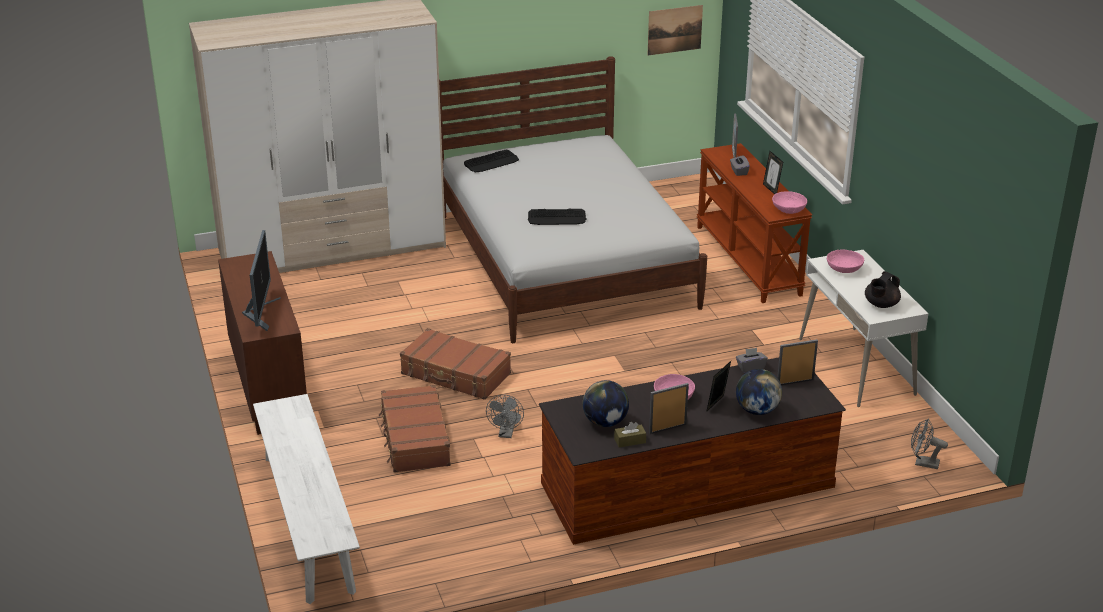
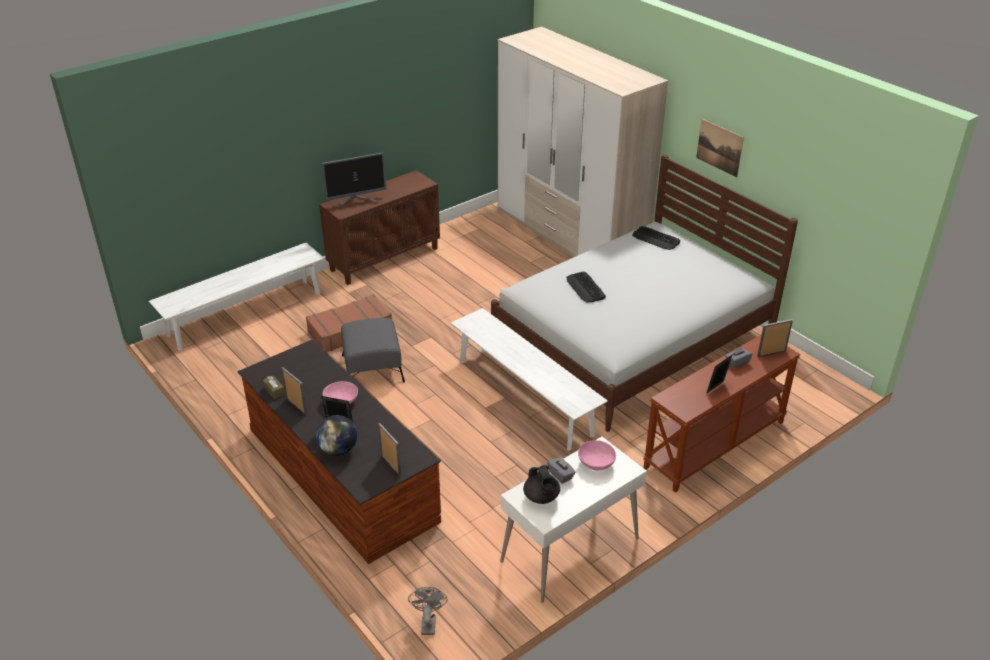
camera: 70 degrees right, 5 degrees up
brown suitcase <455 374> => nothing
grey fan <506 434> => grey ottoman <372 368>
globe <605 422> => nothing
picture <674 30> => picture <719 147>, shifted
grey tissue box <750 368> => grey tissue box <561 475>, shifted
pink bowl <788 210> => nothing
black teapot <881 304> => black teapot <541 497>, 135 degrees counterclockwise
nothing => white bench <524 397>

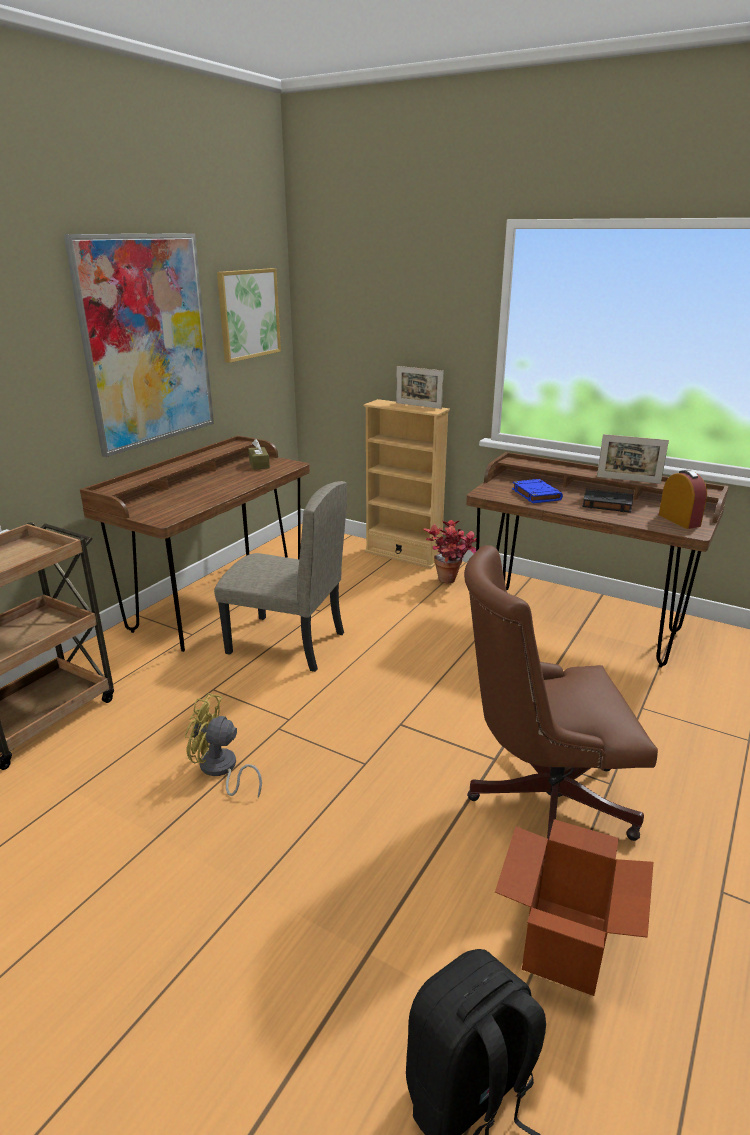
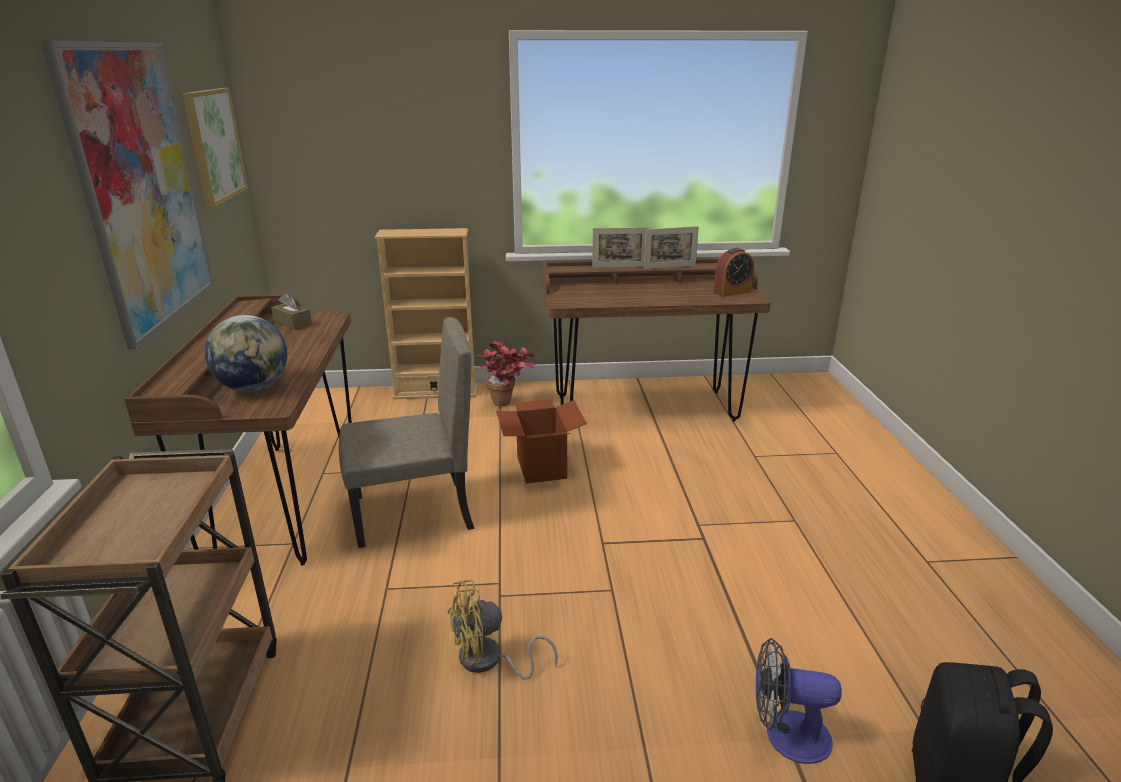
camera: 35 degrees left, 0 degrees up
picture frame <418 405> => picture frame <619 267>, shifted
brown office chair <539 799> => nothing
cardboard box <564 944> => cardboard box <541 467>, shifted
blue book <535 494> => nothing
black book <606 504> => nothing
alarm clock <679 520> => alarm clock <732 292>, 120 degrees clockwise
nothing => globe <254 387>
nothing => fan <786 735>

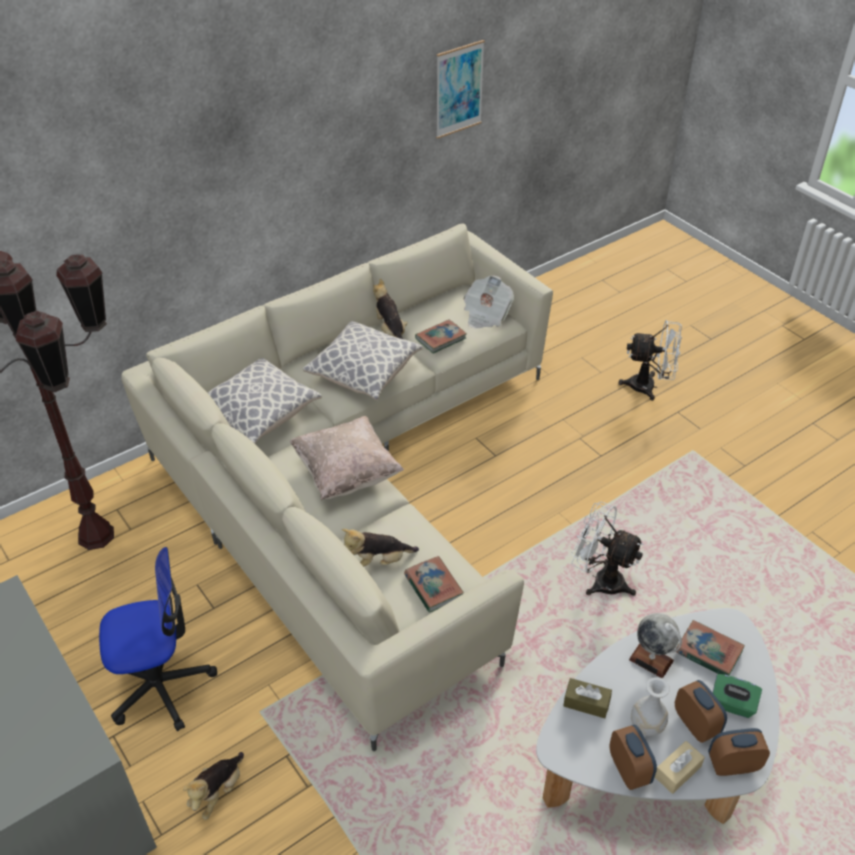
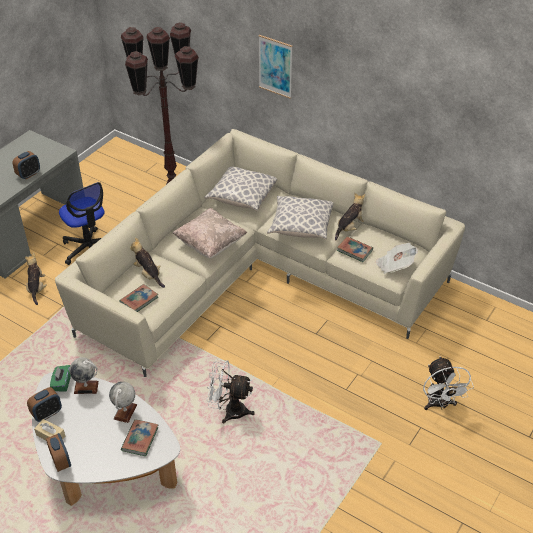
camera: 70 degrees right, 0 degrees up
plush toy <218 792> => plush toy <37 288>, 75 degrees clockwise
picture <459 89> => picture <275 66>, shifted
brown tissue box <586 703> => globe <86 387>
white fan <600 580> => white fan <229 410>, 90 degrees counterclockwise
white vase <646 726> => nothing
alarm clock <696 724> => alarm clock <28 174>, shifted
green tissue box <732 704> => green tissue box <62 383>, shifted

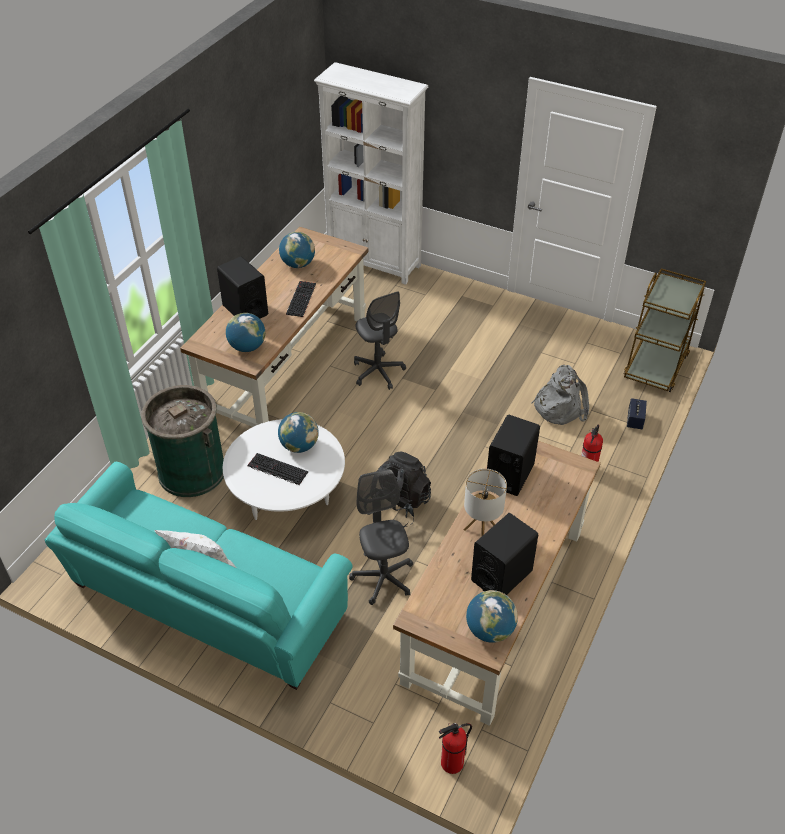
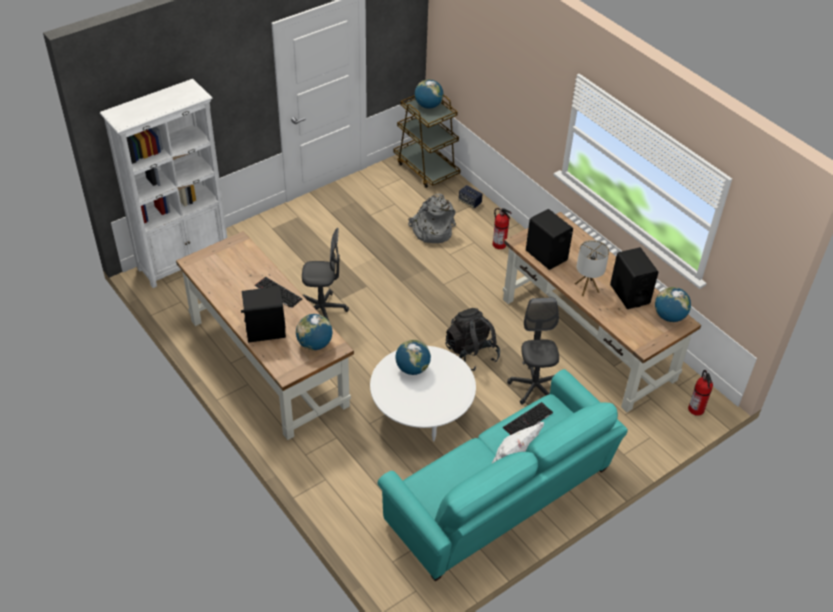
camera: 65 degrees left, 0 degrees up
green trash can <192 471> => nothing
keyboard <276 469> => keyboard <528 421>, shifted
globe <298 264> => globe <428 106>, shifted
grey office chair <383 578> => grey office chair <533 387>, 75 degrees clockwise

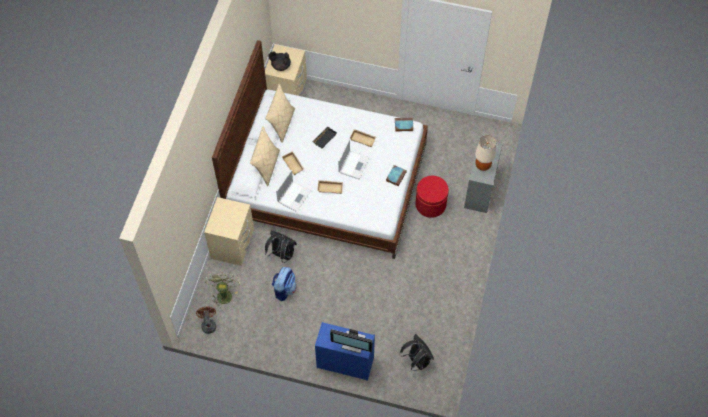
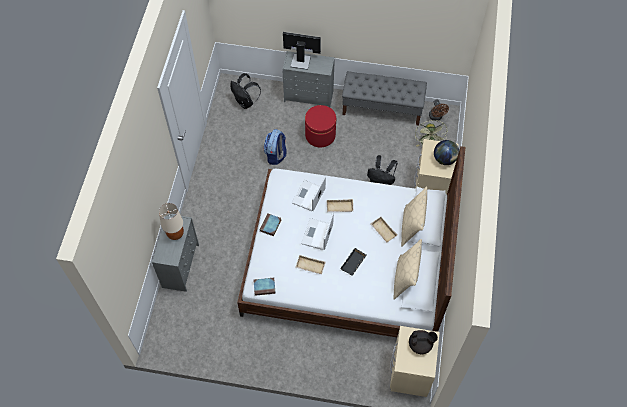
camera: 175 degrees right, 0 degrees up
backpack <284 289> => backpack <276 155>, shifted
laptop <294 195> => laptop <308 196>, shifted
blue dresser <344 362> => grey dresser <309 96>
red ottoman <430 204> => red ottoman <320 135>, shifted
nothing => grey bench <382 109>
nothing => globe <444 159>

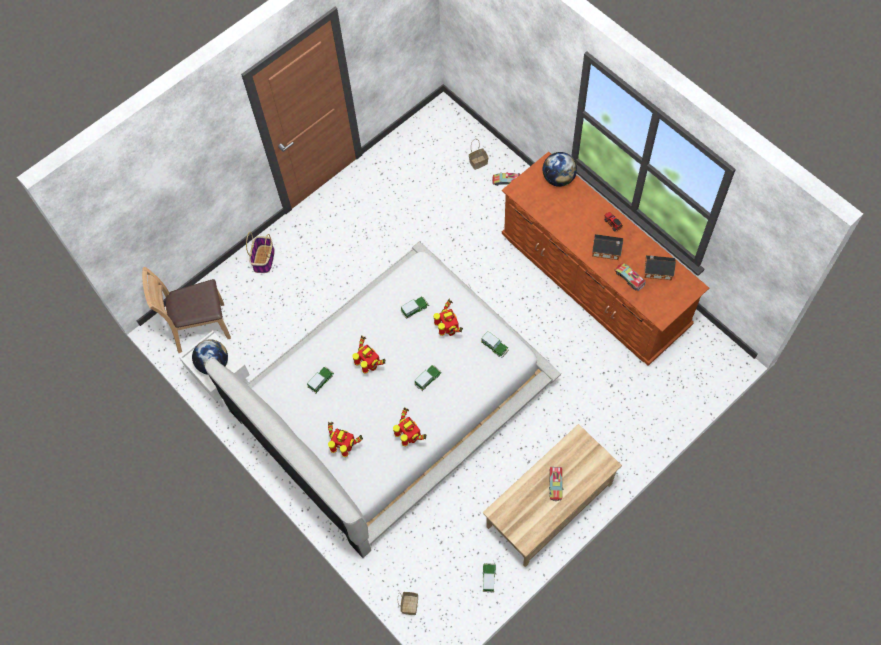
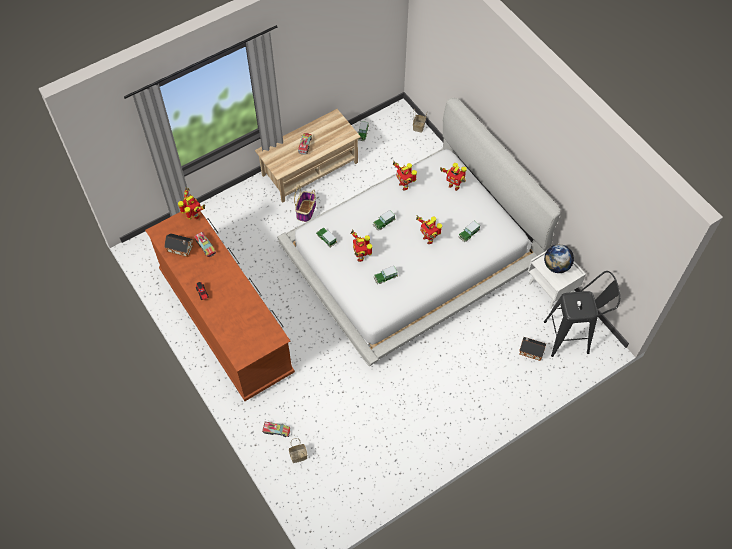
camera: 175 degrees left, 5 degrees down
brown chair <200 327> => black stool <572 337>
basket <264 260> => basket <306 210>, shifted
globe <558 178> => nothing
toy house <607 251> => toy house <530 351>, shifted
nothing => toy robot <194 216>

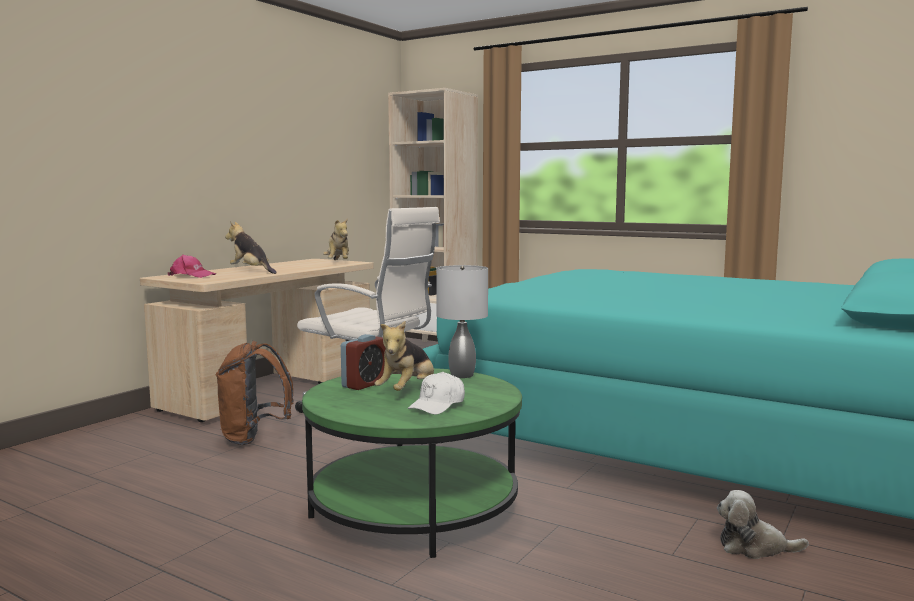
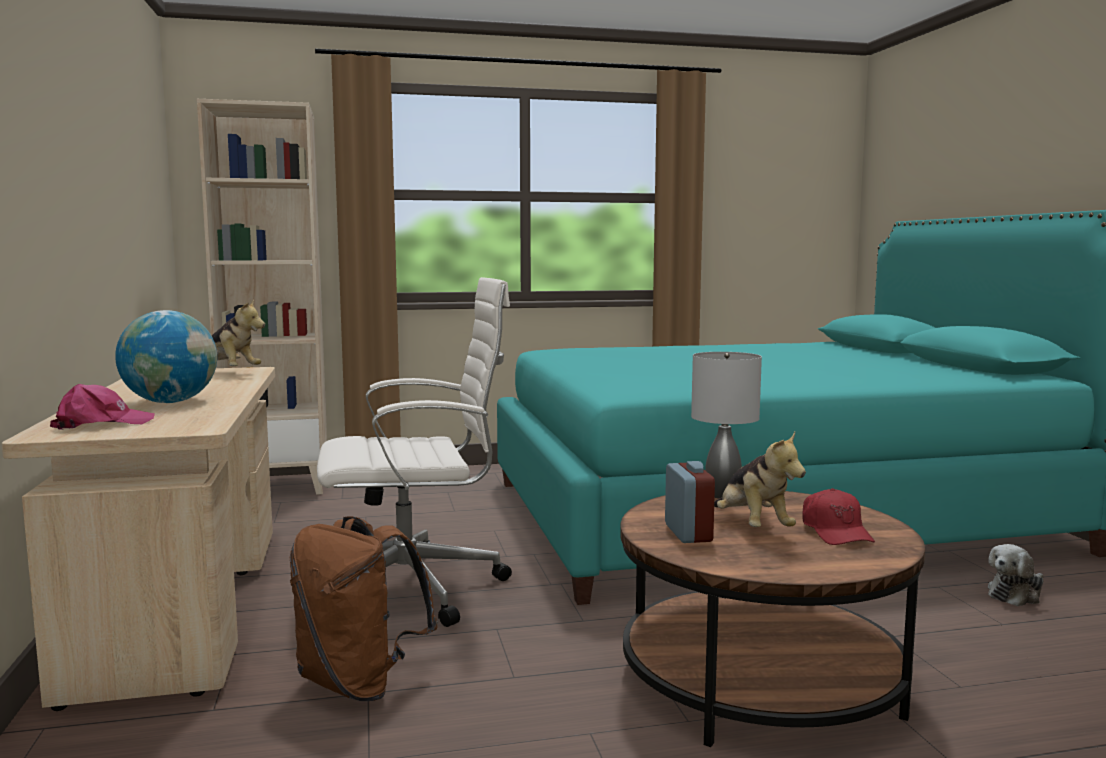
camera: 45 degrees left, 0 degrees up
plush toy <251 271> => globe <170 402>
green coffee table <414 507> => brown coffee table <760 678>
white cap <438 405> => red cap <836 532>

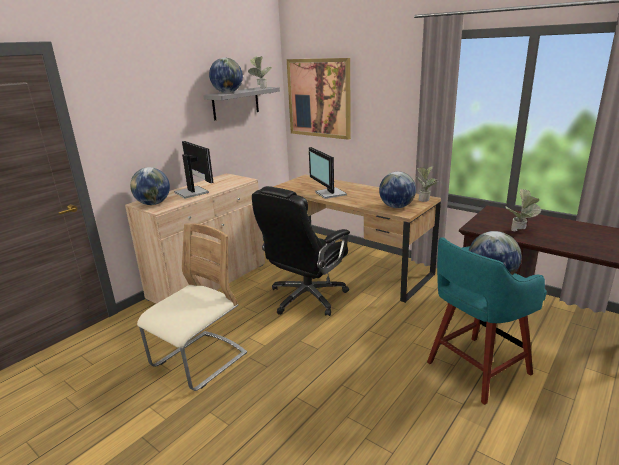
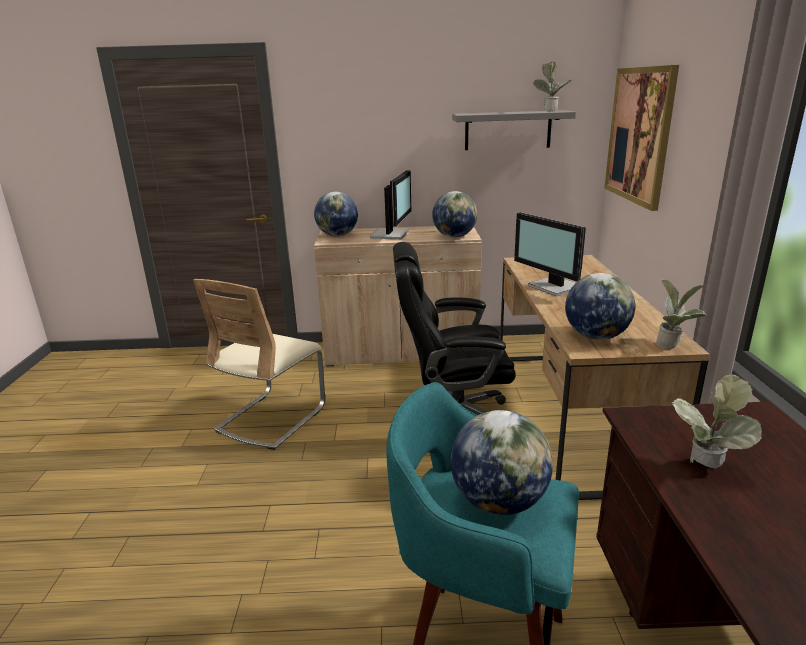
camera: 50 degrees right, 0 degrees up
beige chair <199 361> => beige chair <271 418>, 120 degrees clockwise
globe <227 92> => globe <454 236>, shifted
monitor <329 194> => monitor <554 287>, 60 degrees counterclockwise

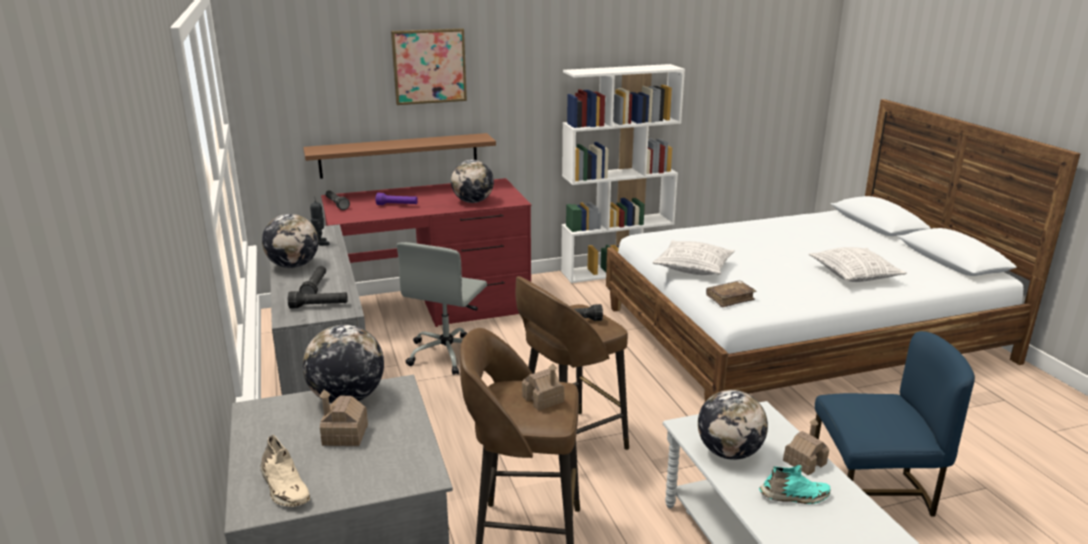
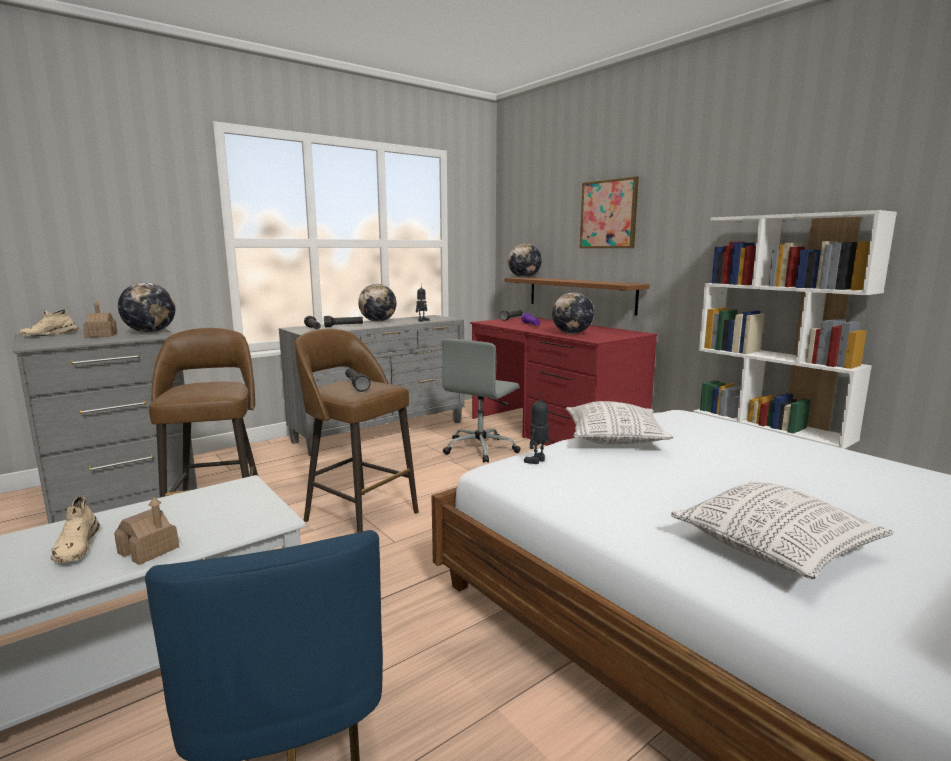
camera: 70 degrees right, 10 degrees down
grey office chair <448 354> => grey office chair <481 449>, 60 degrees counterclockwise
toy house <543 399> => nothing
globe <729 452> => globe <524 277>, shifted
brown book <730 298> => toy robot <537 461>
turquoise shoe <794 497> => beige shoe <76 547>

